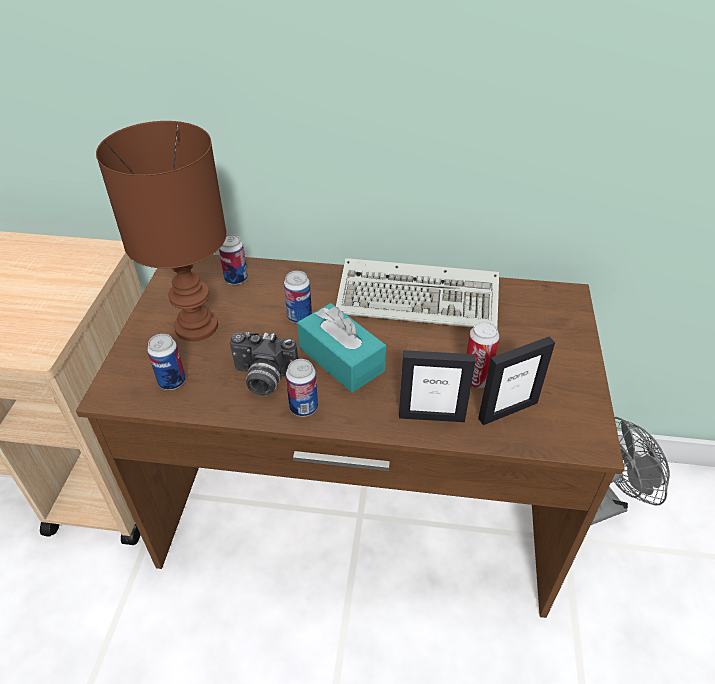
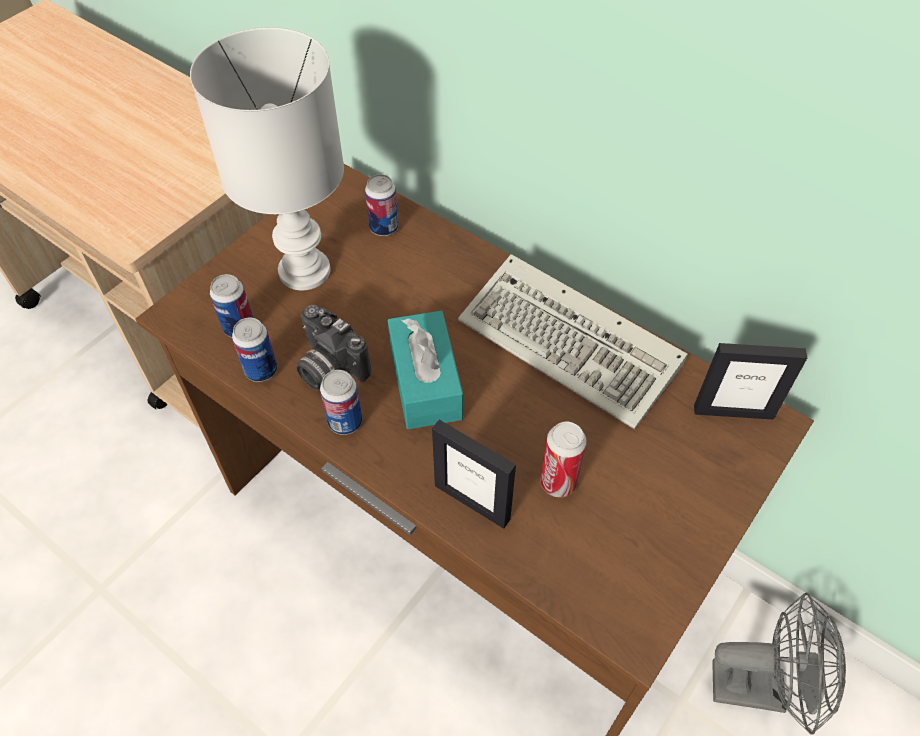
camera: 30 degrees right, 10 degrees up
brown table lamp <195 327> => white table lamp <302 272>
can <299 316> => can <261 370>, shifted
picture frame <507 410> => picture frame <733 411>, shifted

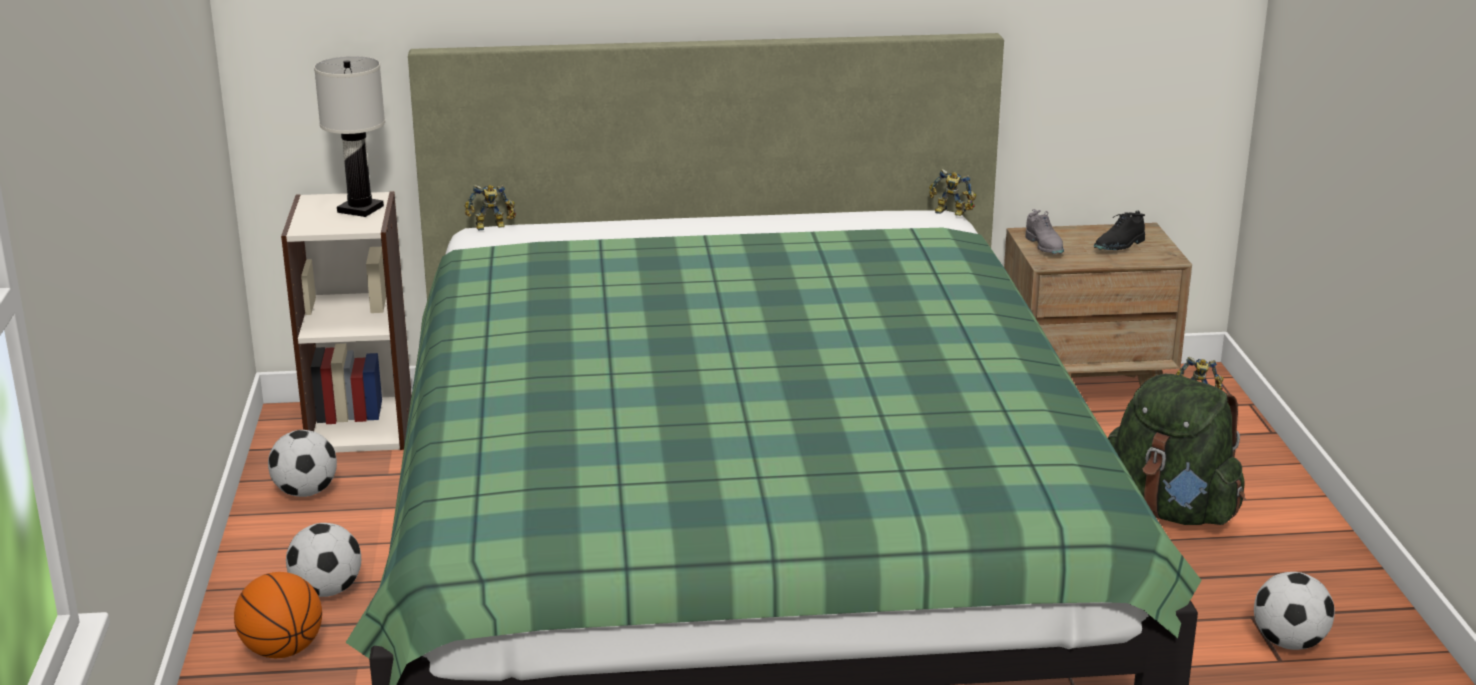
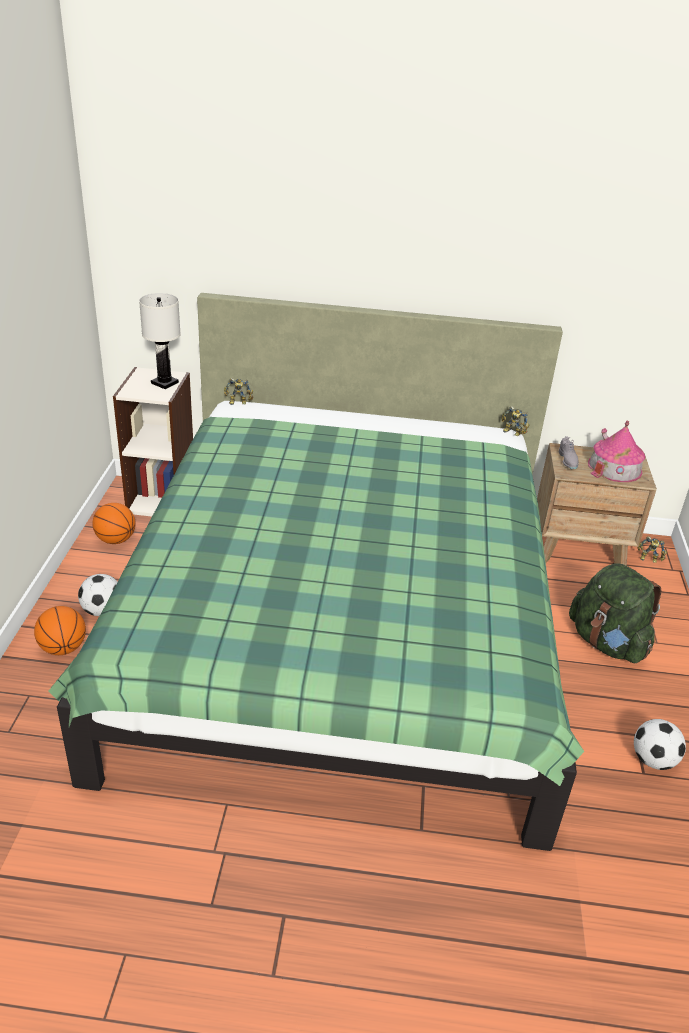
camera: 10 degrees right, 10 degrees up
football <305 492> => basketball <116 540>
black shoe <1119 246> => toy house <614 467>

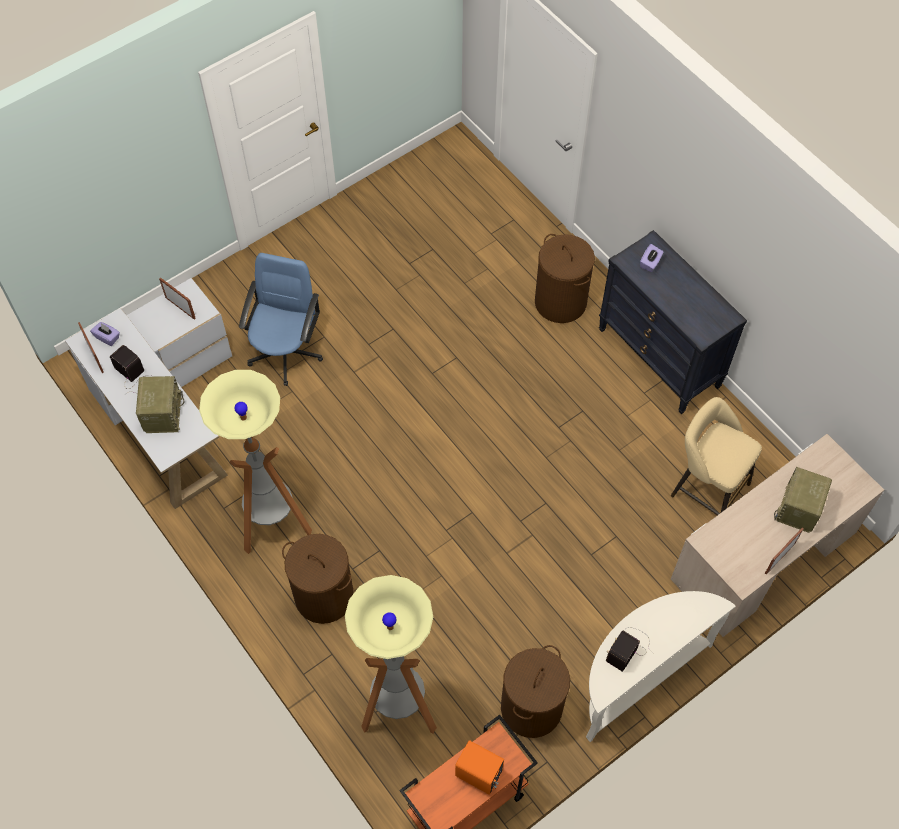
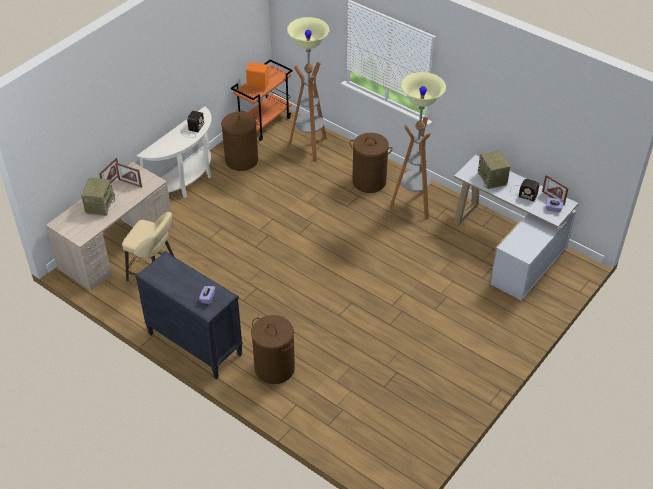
camera: 165 degrees right, 15 degrees down
picture frame <180 308> => picture frame <130 183>, shifted
blue office chair <286 352> => nothing

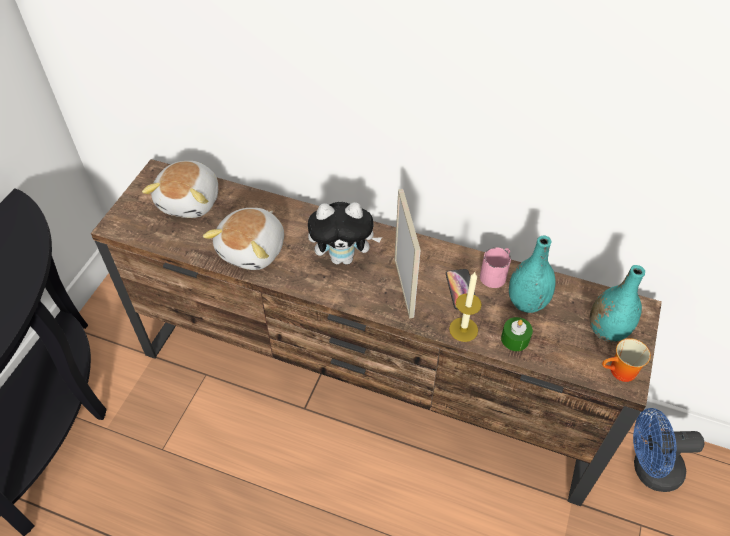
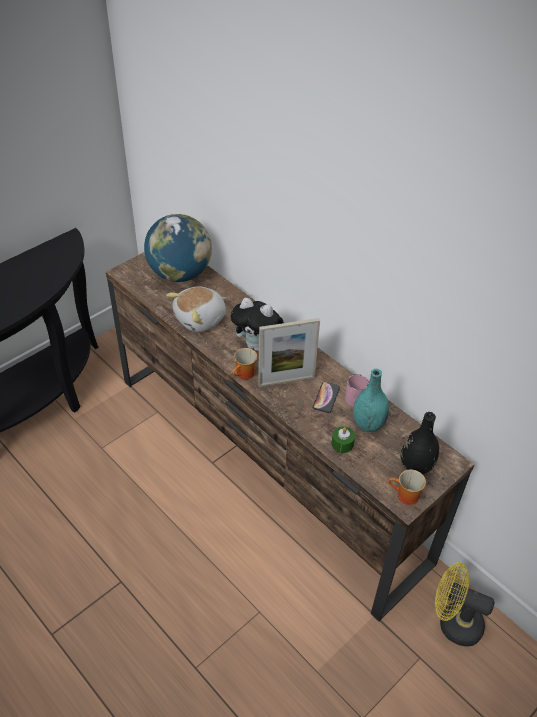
camera: 25 degrees right, 5 degrees down
plush toy <191 201> => globe <180 274>
picture frame <404 287> => picture frame <286 381>, 60 degrees clockwise
candle <463 329> => nothing
turquoise vase <607 330> => black vase <415 466>
blue fan <649 469> => yellow fan <453 622>
nothing => mug <245 375>

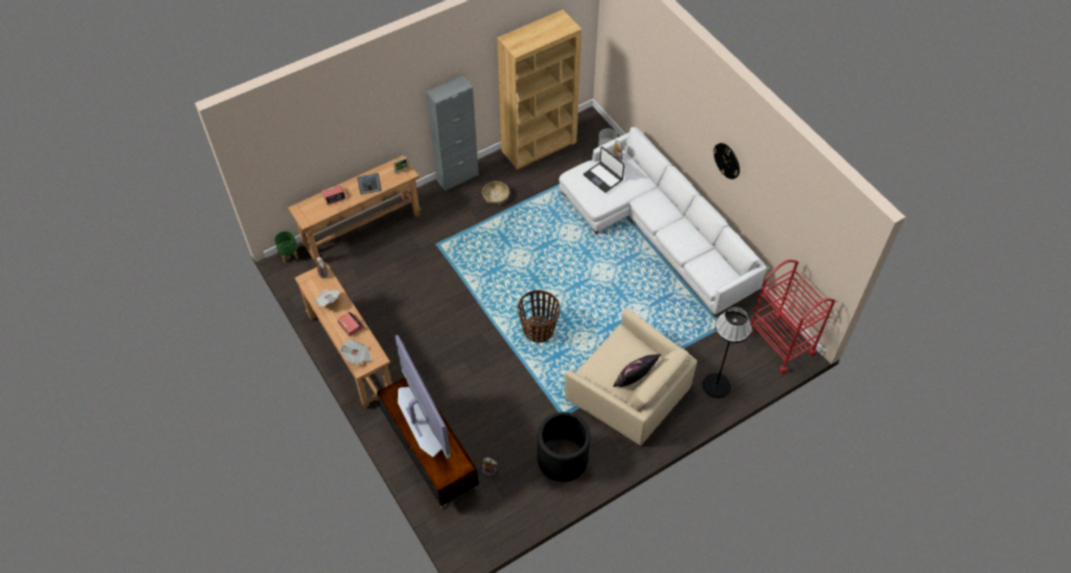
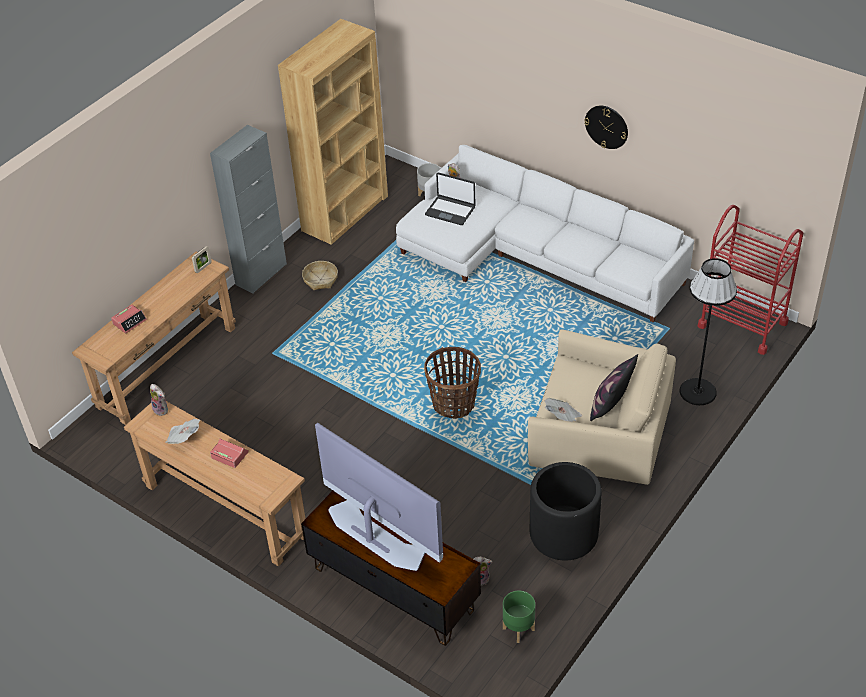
camera: 20 degrees left, 10 degrees down
green planter <289 255> => green planter <519 629>, shifted
newspaper <357 356> => newspaper <562 417>, shifted
picture frame <371 192> => nothing

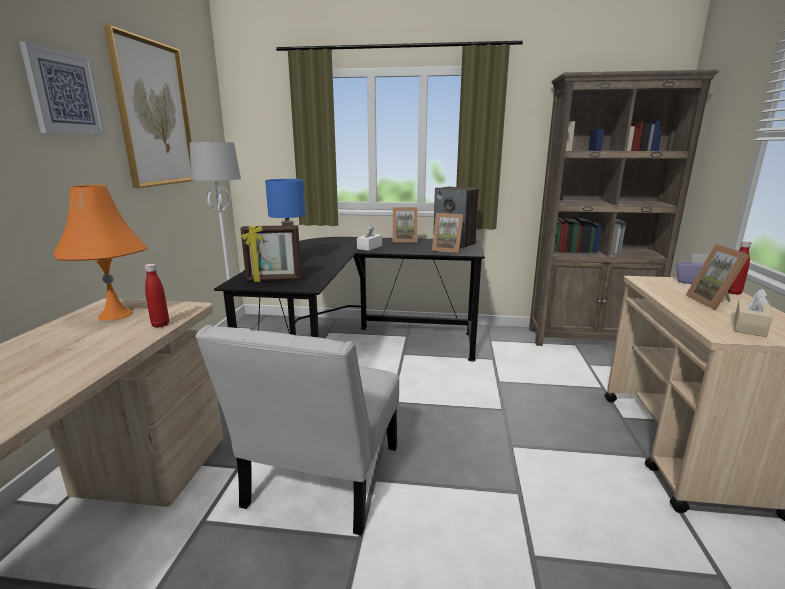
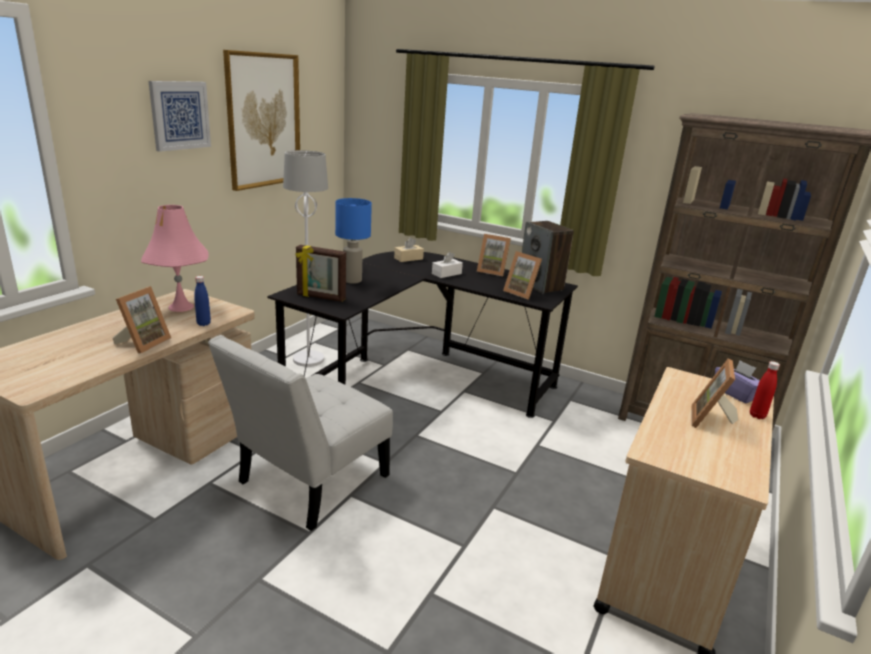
camera: 20 degrees right, 5 degrees up
orange table lamp <115 314> => pink table lamp <181 307>
red bottle <160 325> => blue bottle <203 324>
beige tissue box <749 326> => beige tissue box <408 258>, shifted
nothing => picture frame <143 343>

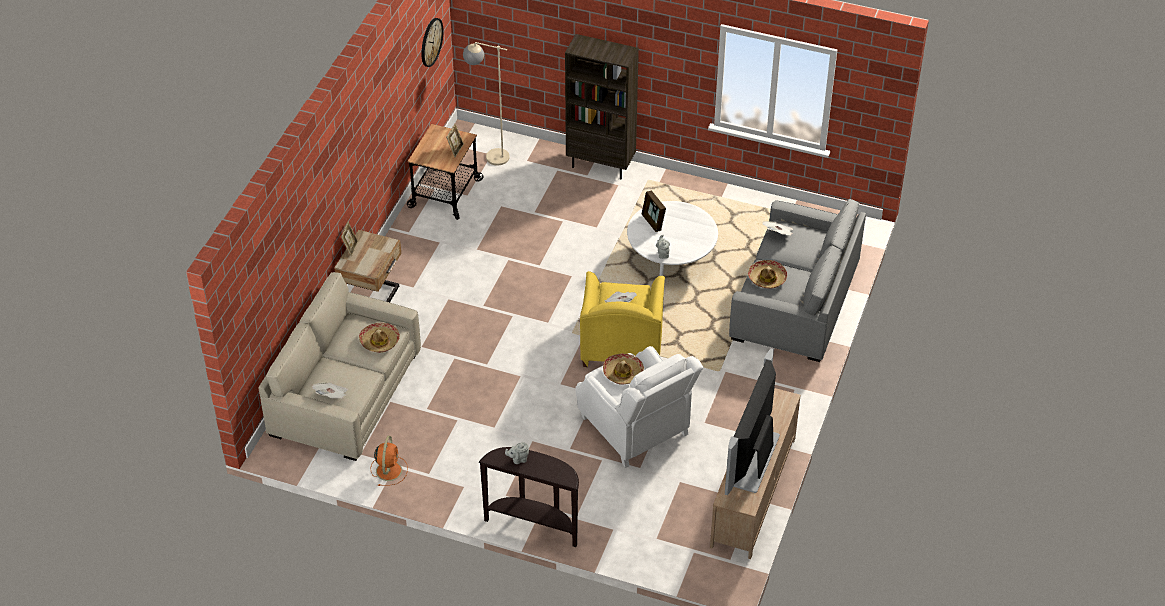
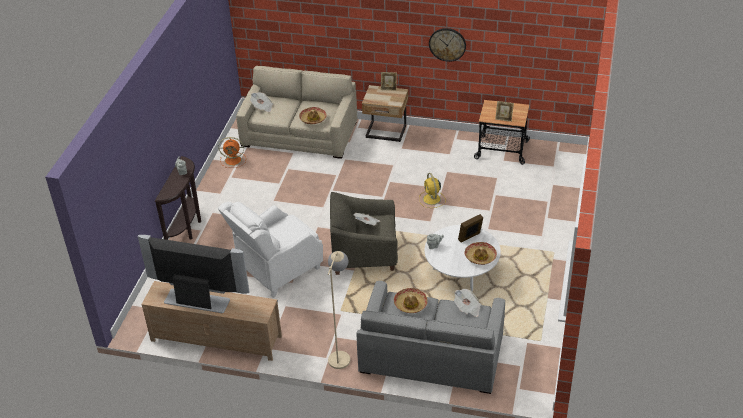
camera: 85 degrees right, 5 degrees down
wall clock <431 42> => wall clock <447 44>, shifted
beige floor lamp <489 155> => beige floor lamp <341 354>, shifted
brown bookcase <601 165> => nothing
yellow armchair <621 342> => grey armchair <364 254>
hat <623 373> => hat <480 257>, shifted
nothing => yellow fan <432 199>

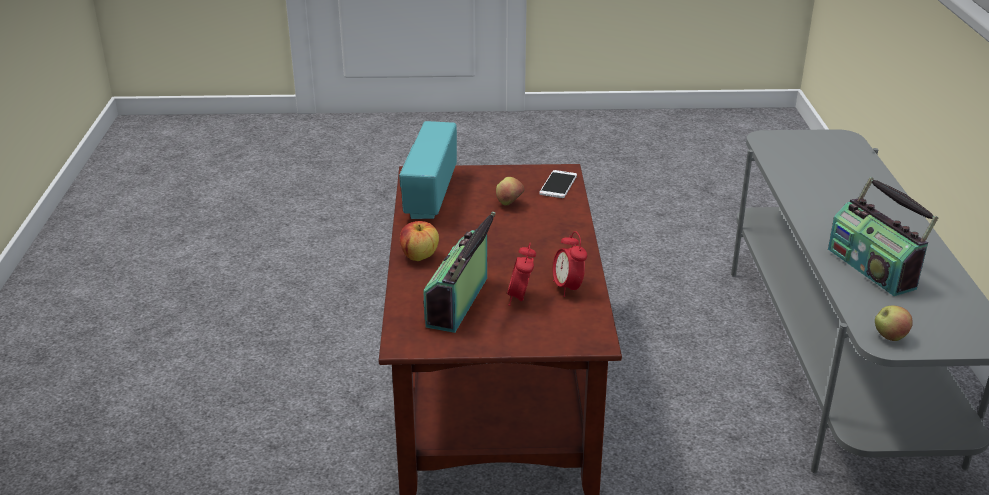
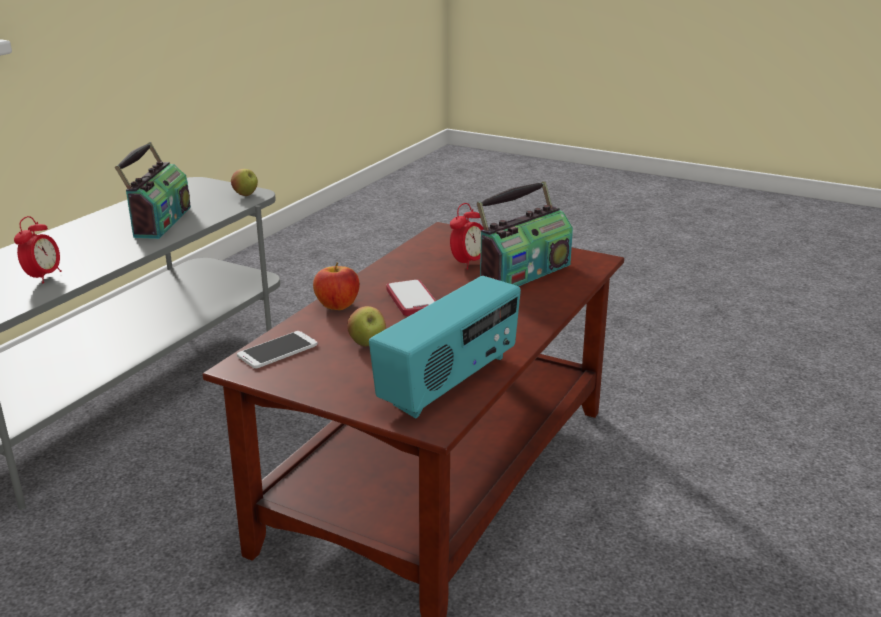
camera: 150 degrees left, 5 degrees down
apple <419 256> => apple <337 306>, shifted
alarm clock <568 288> => alarm clock <43 277>, shifted
nothing => phone <412 300>

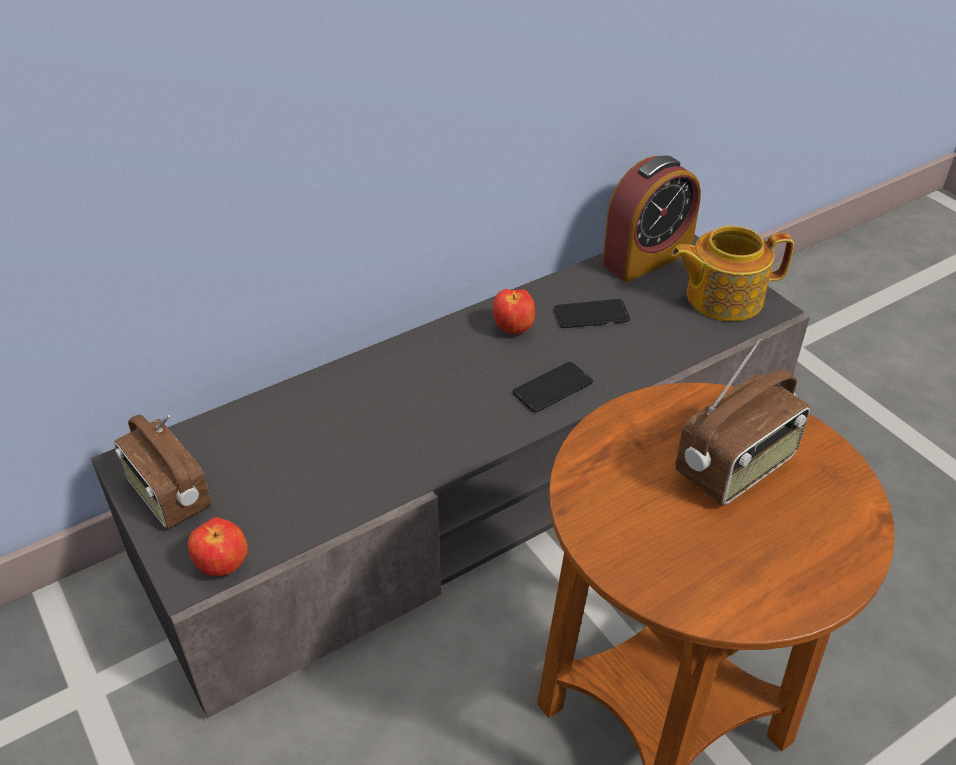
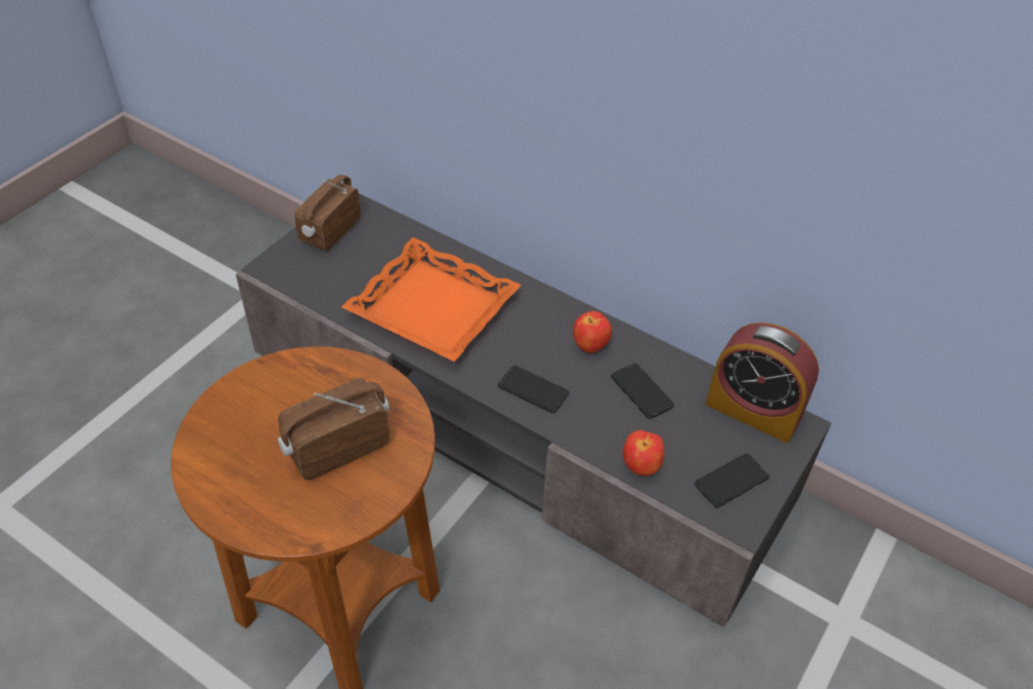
camera: 65 degrees right, 5 degrees up
apple <223 566> => apple <641 467>, shifted
teapot <722 297> => phone <731 481>
radio <736 468> => radio <337 447>, 120 degrees clockwise
nothing => orange tray <434 307>

